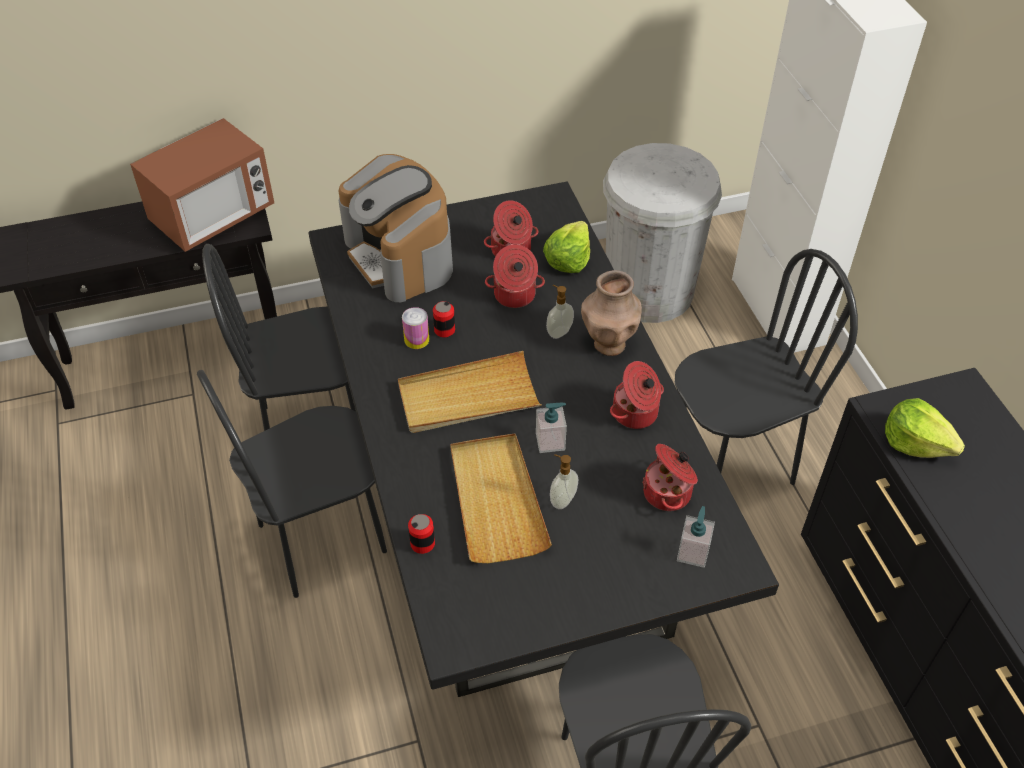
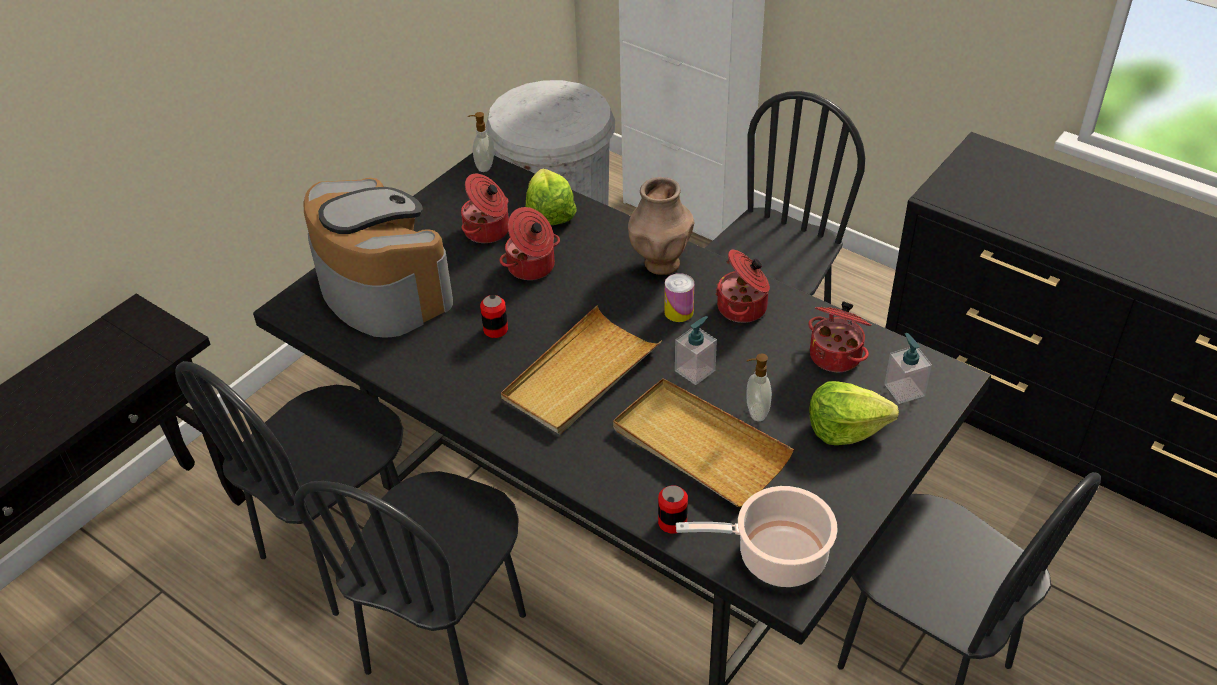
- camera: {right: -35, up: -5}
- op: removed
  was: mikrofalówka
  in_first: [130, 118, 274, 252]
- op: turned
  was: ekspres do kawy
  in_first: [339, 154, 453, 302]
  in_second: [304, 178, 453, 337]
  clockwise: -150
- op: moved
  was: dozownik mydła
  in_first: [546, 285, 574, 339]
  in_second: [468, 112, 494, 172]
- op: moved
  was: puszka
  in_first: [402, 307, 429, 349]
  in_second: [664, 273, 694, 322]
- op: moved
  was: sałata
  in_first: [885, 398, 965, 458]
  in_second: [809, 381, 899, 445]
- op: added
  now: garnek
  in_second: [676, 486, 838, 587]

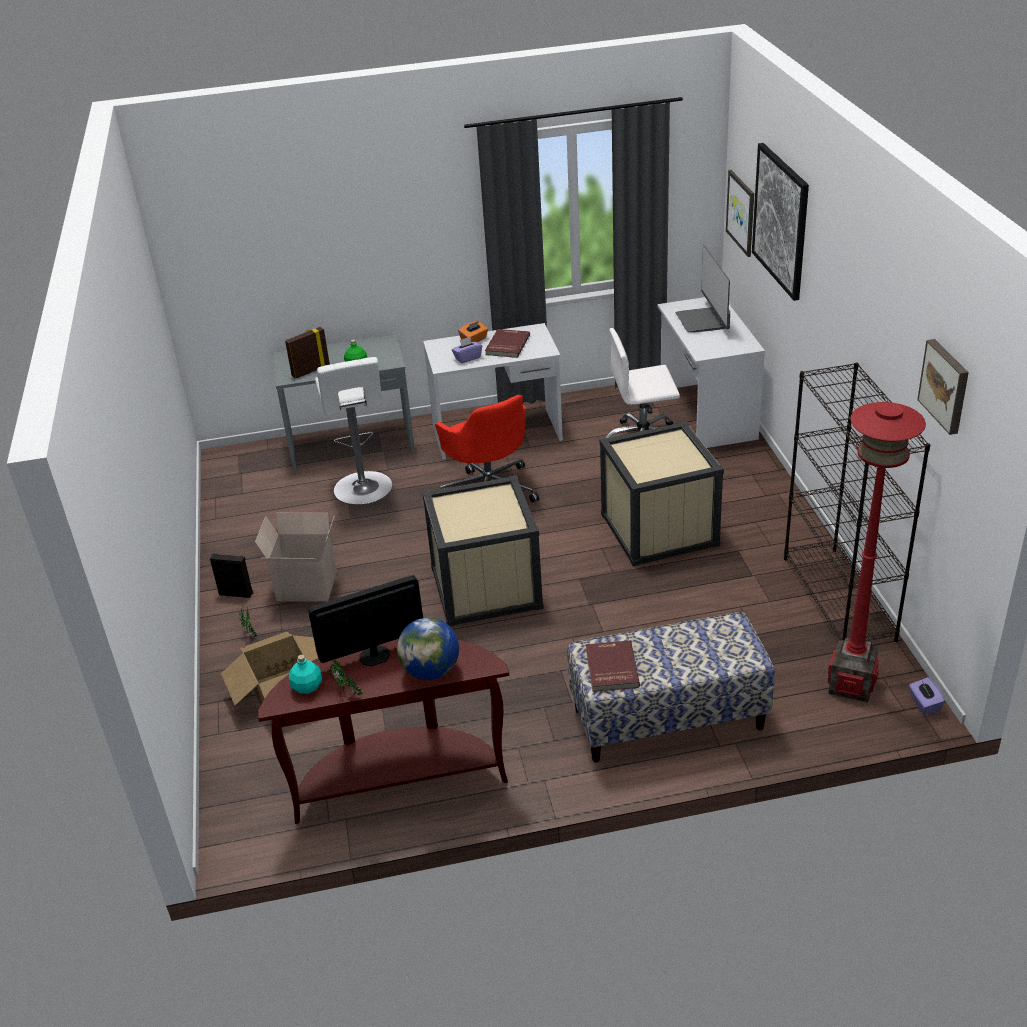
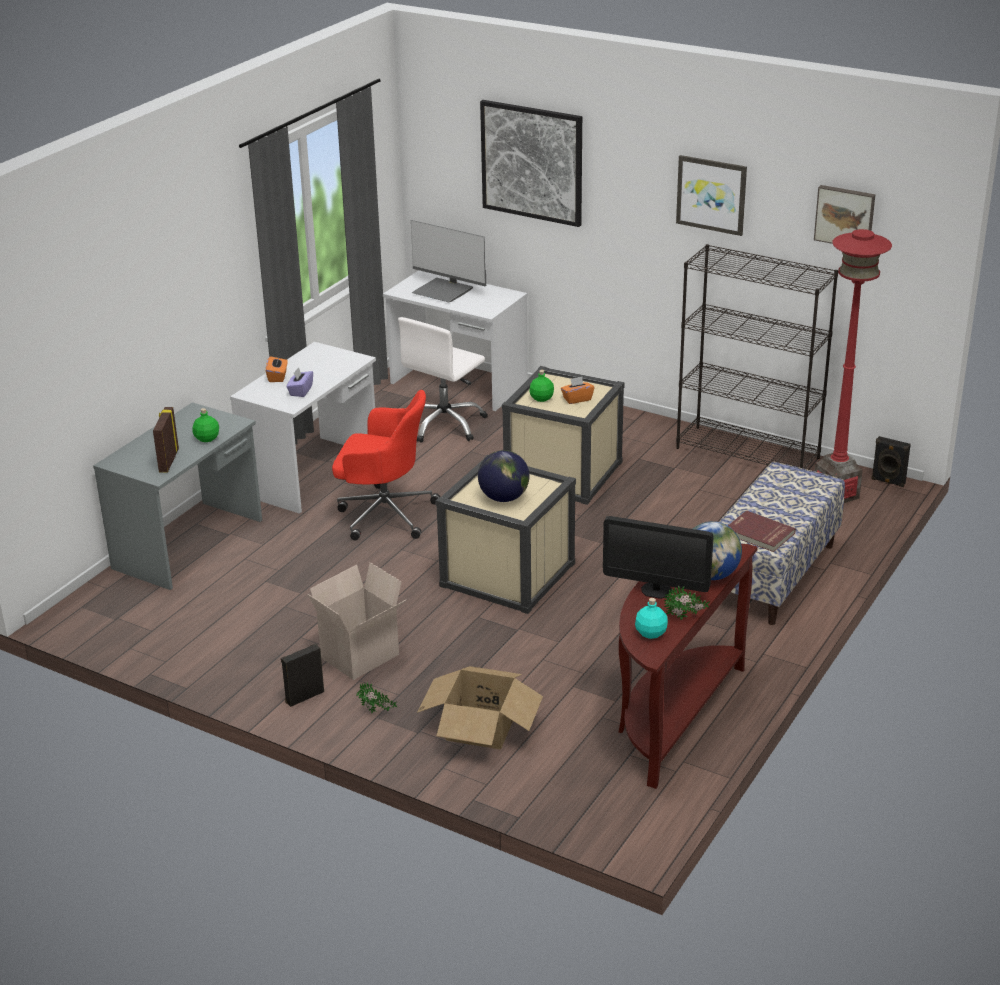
- camera: {right: -50, up: -5}
- op: moved
  was: obraz
  in_first: [726, 170, 754, 257]
  in_second: [676, 155, 747, 236]
- op: removed
  was: książka (czerwony)
  in_first: [485, 329, 530, 358]
- op: removed
  was: stołek (biały)
  in_first: [315, 357, 392, 505]
- op: turned
  was: monitor
  in_first: [308, 575, 423, 666]
  in_second: [603, 516, 714, 599]
  clockwise: -90
- op: replaced
  was: pudełko chusteczek (fioletowy)
  now: głośnik (czarny)
  in_first: [909, 677, 945, 715]
  in_second: [871, 436, 911, 487]
- op: added
  now: butelka (zielony)
  in_second: [529, 370, 554, 402]
- op: added
  now: pudełko chusteczek (pomarańczowy)
  in_second: [561, 376, 594, 404]
- op: added
  now: globus
  in_second: [478, 450, 529, 502]

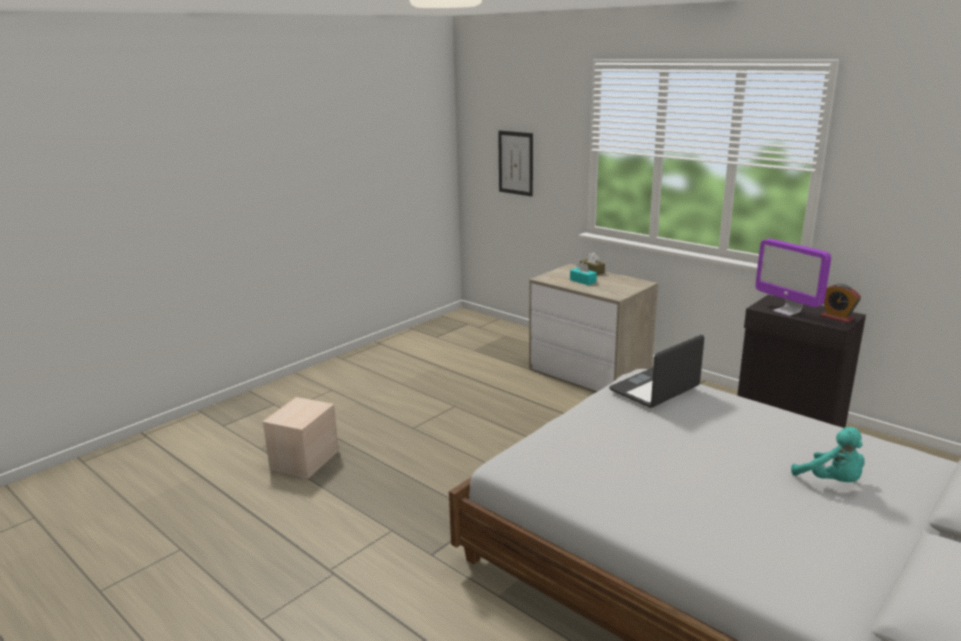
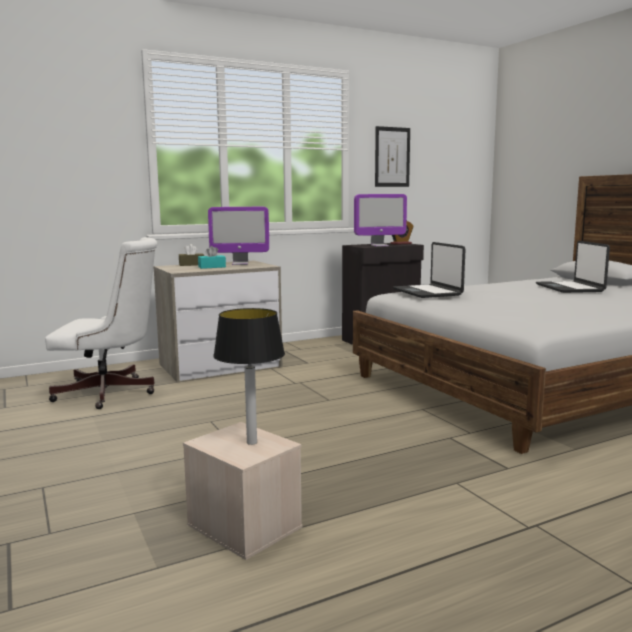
- camera: {right: -70, up: -10}
- op: moved
  was: obraz
  in_first: [498, 130, 533, 197]
  in_second: [375, 126, 410, 187]
- op: replaced
  was: pluszak (turkusowy)
  now: laptop
  in_first: [791, 427, 865, 482]
  in_second: [536, 241, 610, 293]
- op: added
  now: monitor
  in_second: [208, 207, 269, 265]
- op: added
  now: krzesło biurowe (biały)
  in_second: [45, 237, 157, 409]
- op: added
  now: lampa stołowa
  in_second: [213, 308, 285, 445]

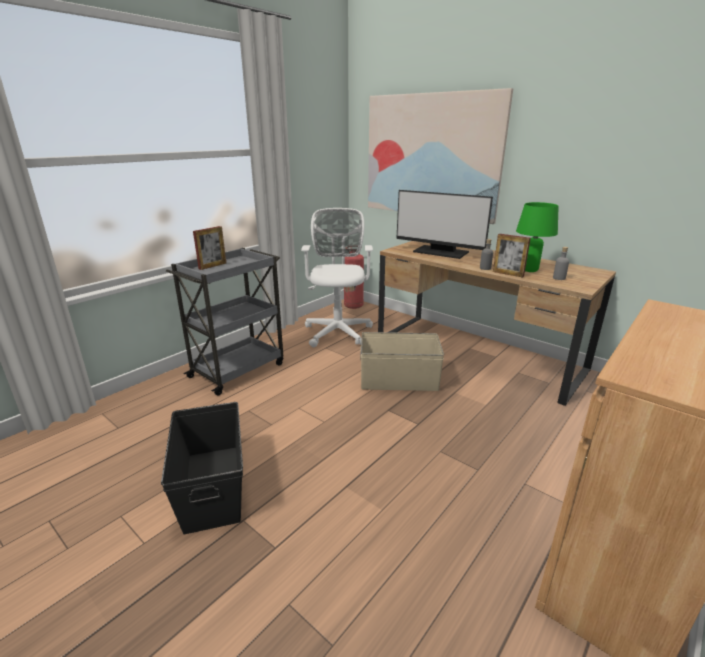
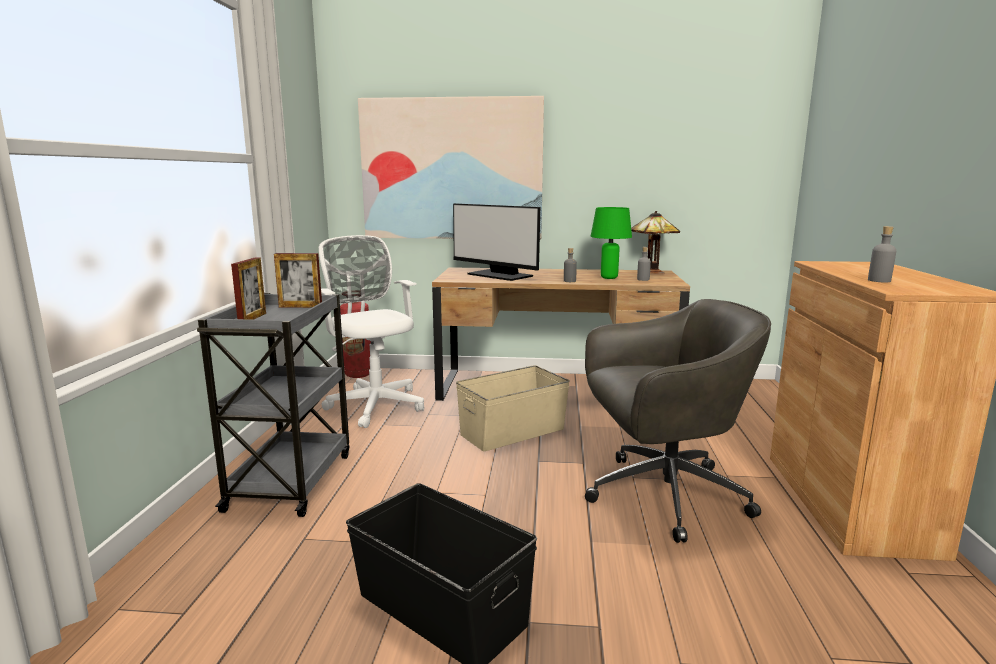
- camera: {right: -35, up: -10}
- op: turned
  was: monitor
  in_first: [396, 190, 493, 259]
  in_second: [453, 203, 540, 281]
  clockwise: 45
- op: moved
  was: ramka na zdjęcie
  in_first: [493, 234, 531, 278]
  in_second: [274, 253, 322, 308]
- op: added
  now: lampa stołowa
  in_second: [631, 211, 680, 274]
- op: added
  now: butelka (szary)
  in_second: [868, 226, 896, 283]
- op: added
  now: krzesło biurowe (szary)
  in_second: [585, 299, 771, 543]

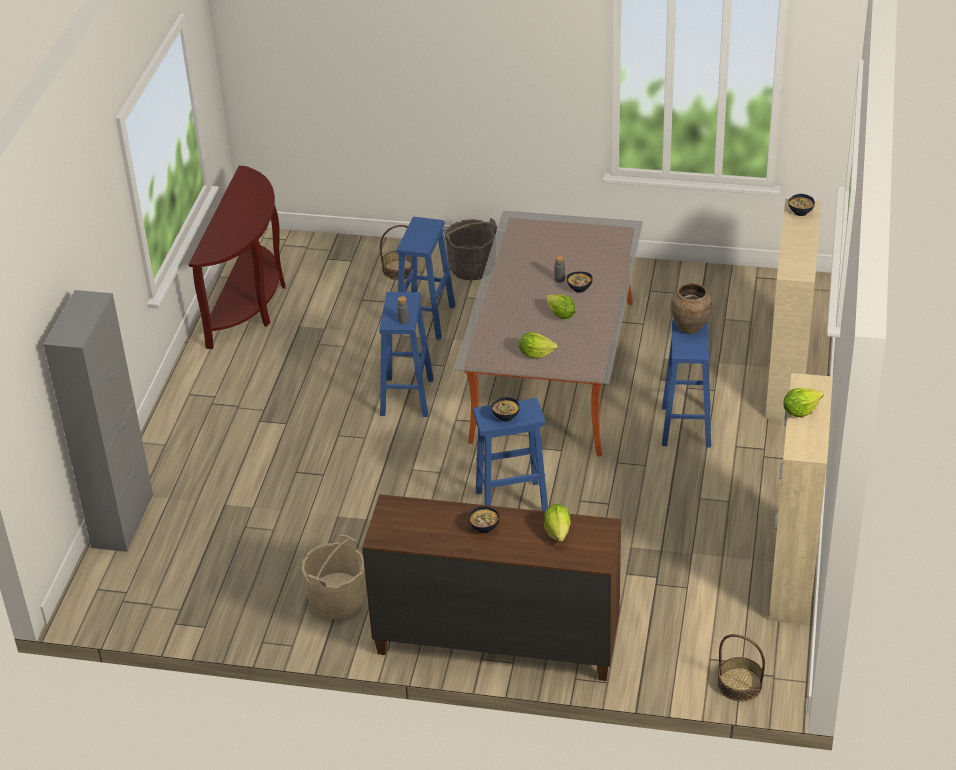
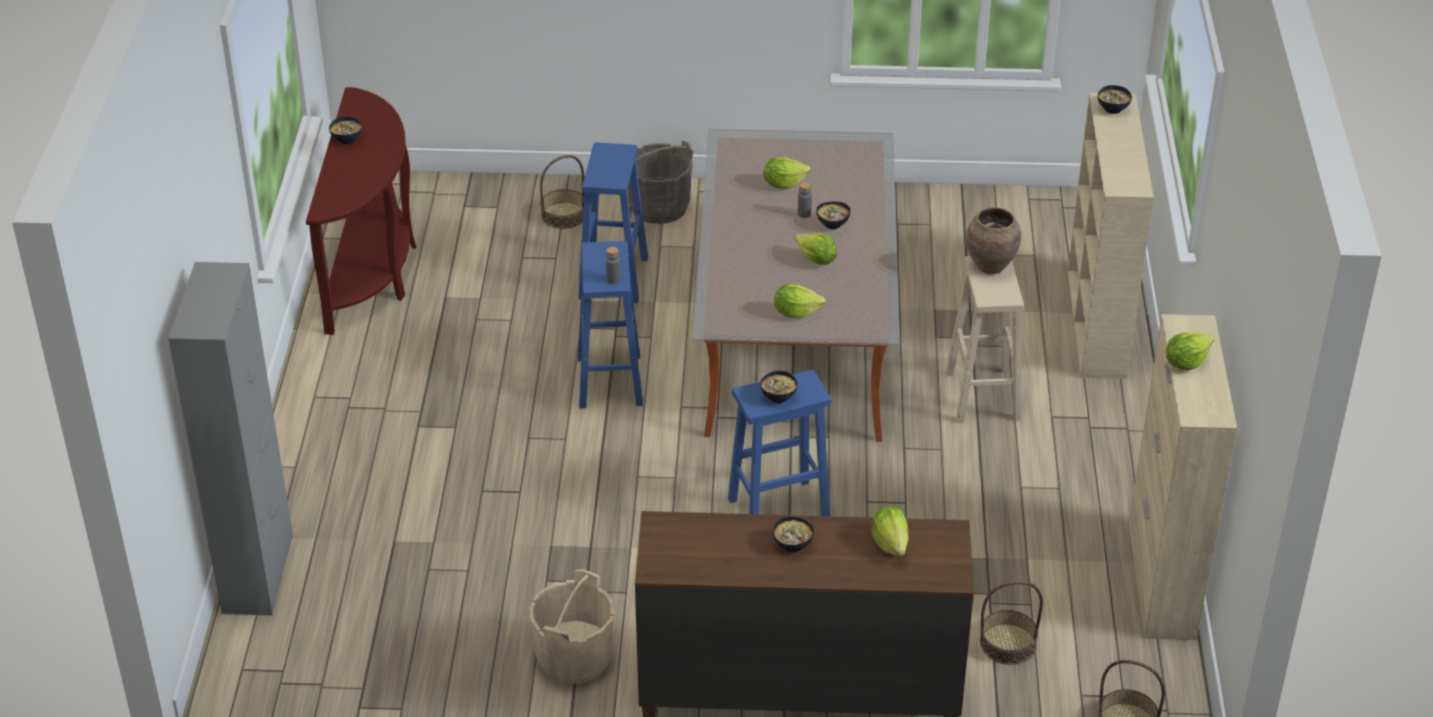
- camera: {right: -10, up: 0}
- op: recoloured
  was: stołek (niebieski)
  now: stołek (beżowy)
  in_first: [662, 319, 711, 448]
  in_second: [946, 256, 1024, 423]
- op: added
  now: miska
  in_second: [329, 116, 362, 144]
- op: added
  now: sałata
  in_second: [763, 157, 811, 189]
- op: added
  now: koszyk
  in_second: [980, 581, 1043, 665]

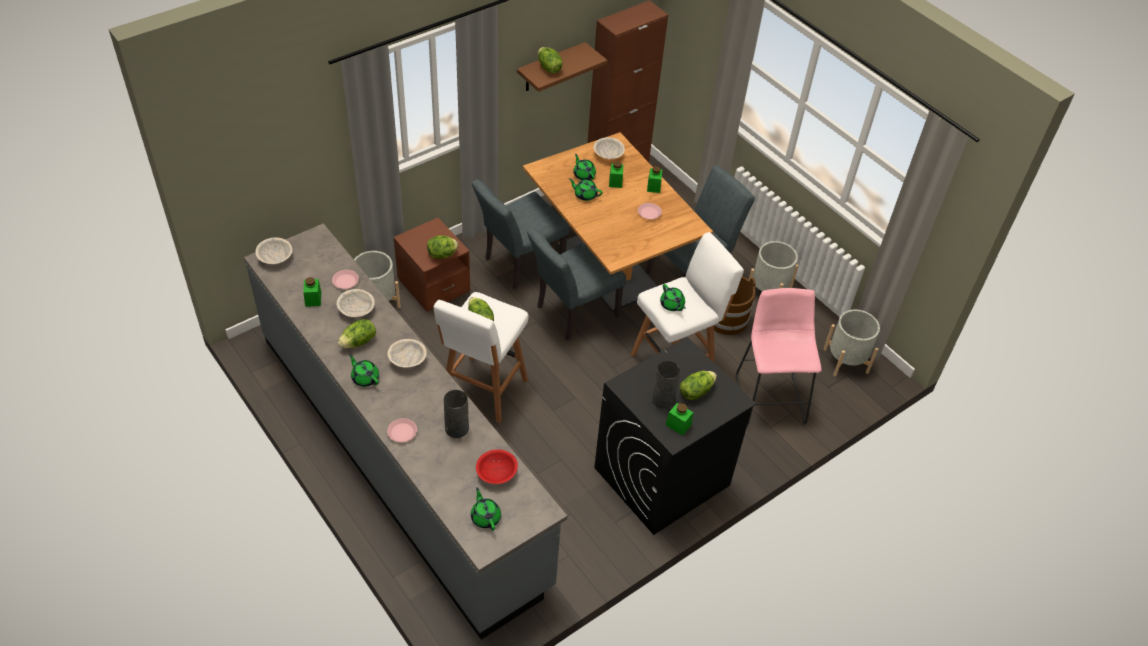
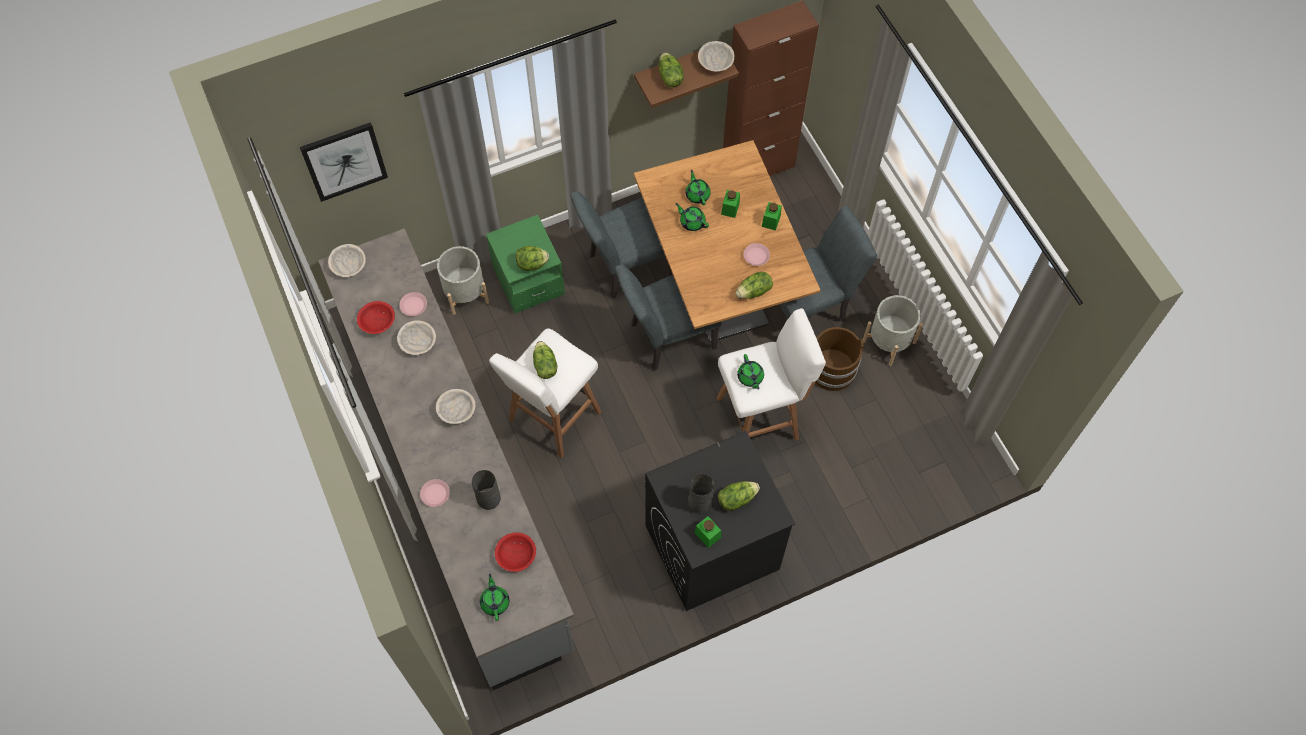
- camera: {right: 15, up: 15}
- op: moved
  was: miska (beżowy)
  in_first: [594, 137, 625, 159]
  in_second: [698, 41, 735, 72]
- op: recoloured
  was: szafka nocna (brązowy)
  now: szafka nocna (zielony)
  in_first: [393, 218, 470, 312]
  in_second: [486, 215, 565, 314]
- op: replaced
  was: słoik (zielony)
  now: miska (czerwony)
  in_first: [303, 277, 321, 307]
  in_second: [357, 301, 395, 334]
- op: removed
  was: stołek (różowy)
  in_first: [736, 288, 821, 426]
- op: removed
  was: donica (szary)
  in_first: [824, 309, 880, 376]
- op: moved
  was: sałata
  in_first: [338, 319, 376, 349]
  in_second: [736, 272, 773, 299]
- op: removed
  was: imbryk (zielony)
  in_first: [349, 354, 379, 387]
- op: added
  now: obraz
  in_second: [300, 122, 388, 202]

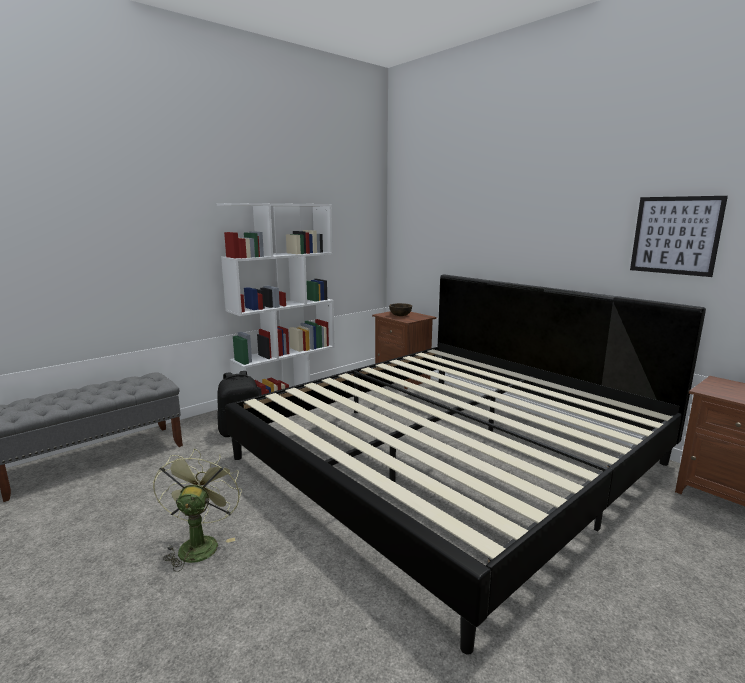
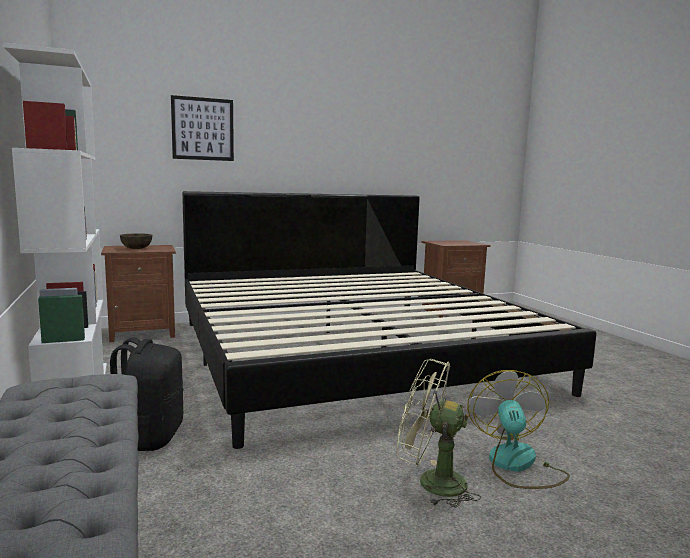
- camera: {right: -70, up: -5}
- op: moved
  was: obraz
  in_first: [630, 196, 728, 277]
  in_second: [171, 95, 234, 161]
- op: added
  now: wentylator
  in_second: [467, 370, 570, 489]

